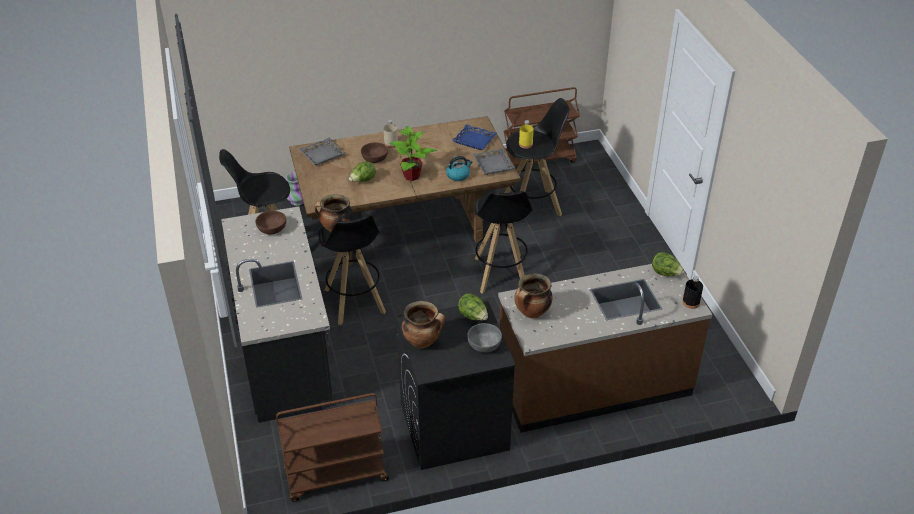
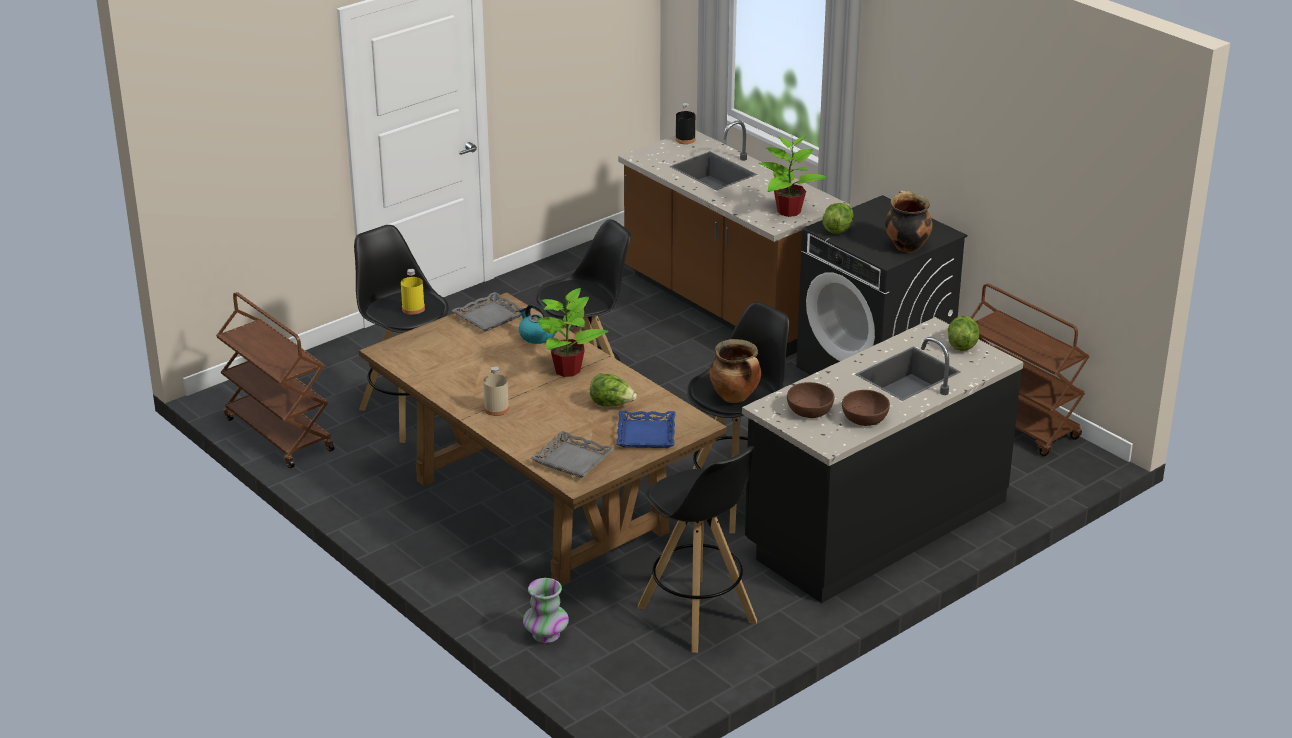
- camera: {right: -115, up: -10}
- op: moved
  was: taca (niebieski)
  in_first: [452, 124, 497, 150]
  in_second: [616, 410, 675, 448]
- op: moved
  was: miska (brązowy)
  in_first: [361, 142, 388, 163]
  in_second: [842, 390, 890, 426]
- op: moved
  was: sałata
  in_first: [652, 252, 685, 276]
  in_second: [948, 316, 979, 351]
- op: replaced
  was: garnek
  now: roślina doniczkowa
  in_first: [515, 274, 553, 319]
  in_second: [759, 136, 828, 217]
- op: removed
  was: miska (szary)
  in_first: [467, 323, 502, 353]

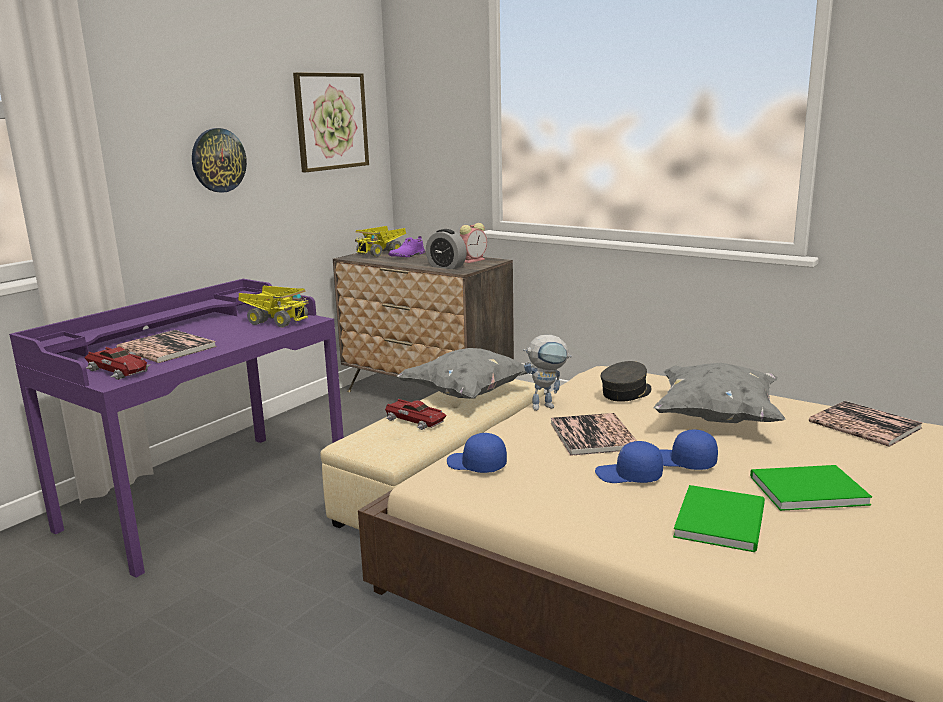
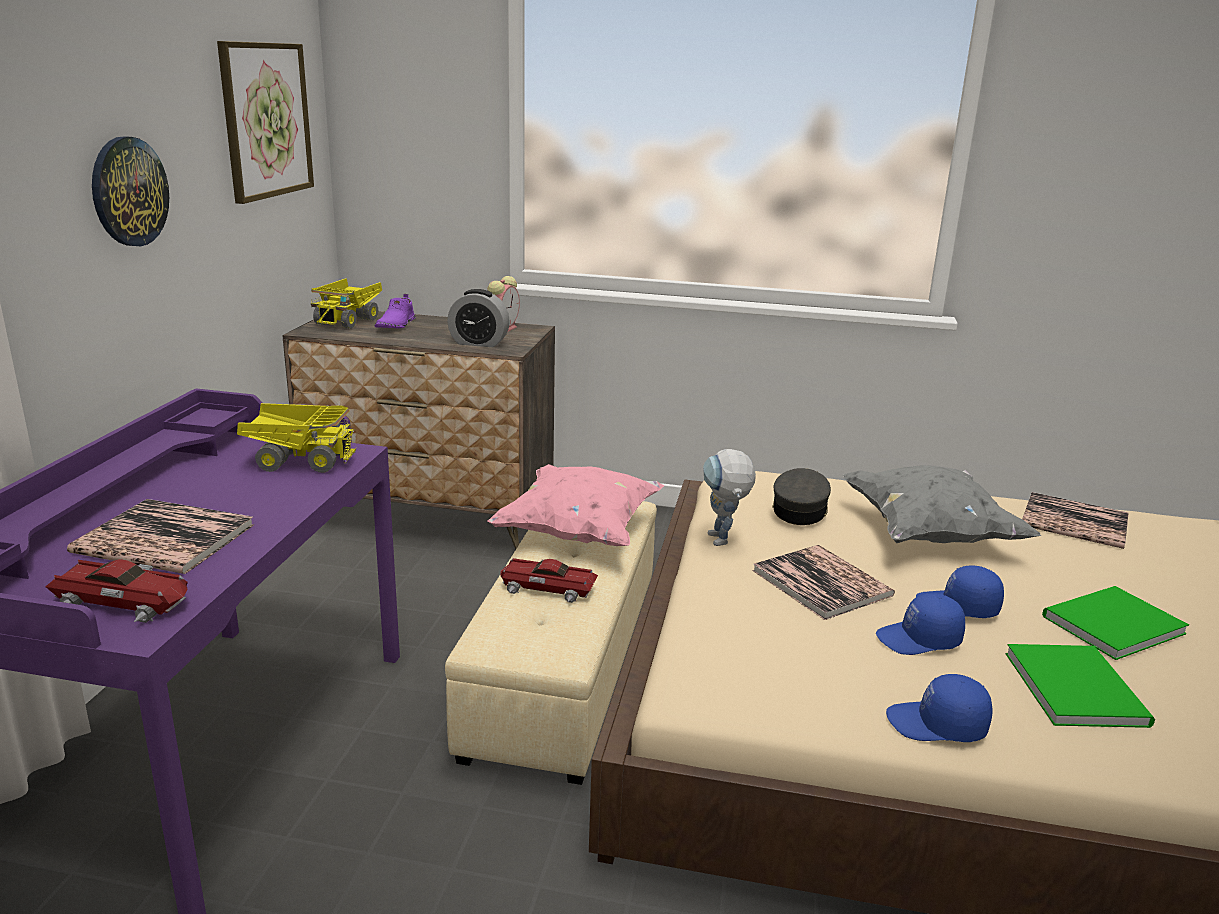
- camera: {right: -25, up: 5}
- op: turned
  was: robot zabawkowy
  in_first: [523, 335, 572, 411]
  in_second: [703, 449, 756, 546]
  clockwise: 120
- op: recoloured
  was: poduszka (szary)
  now: poduszka (różowy)
  in_first: [397, 348, 536, 399]
  in_second: [487, 464, 664, 546]
- op: moved
  was: czapka z daszkiem (niebieski)
  in_first: [447, 433, 507, 473]
  in_second: [886, 674, 992, 742]

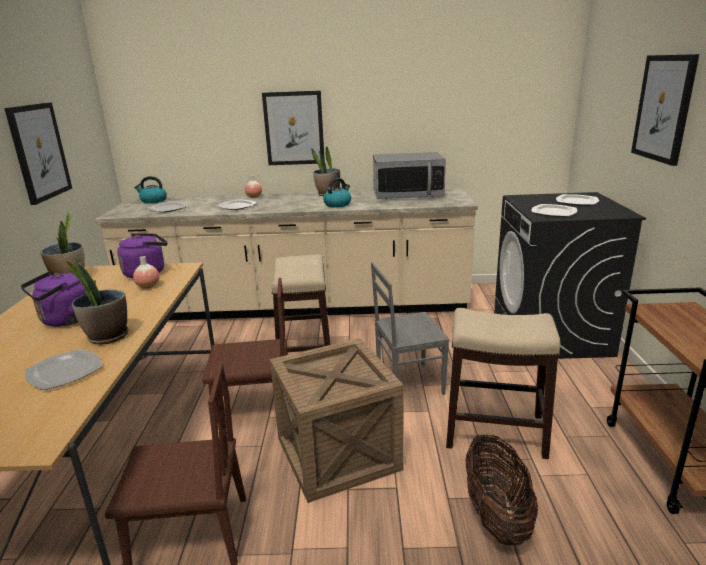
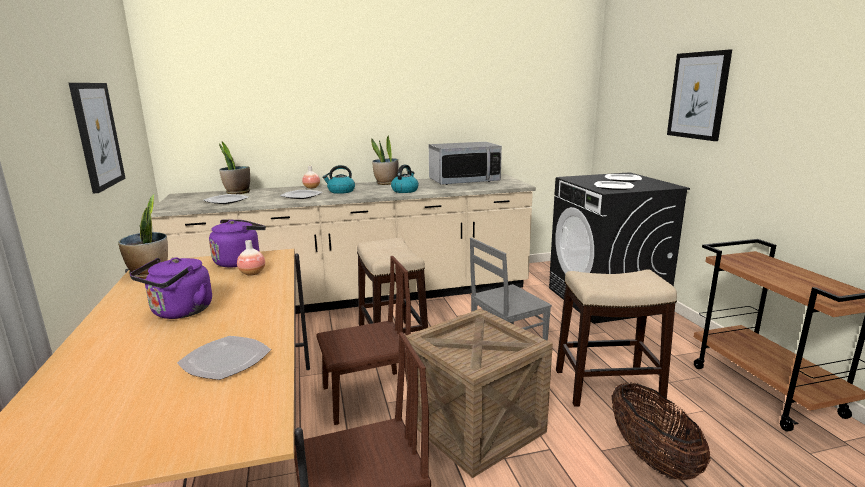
- camera: {right: -15, up: -5}
- op: removed
  was: obraz
  in_first: [262, 91, 325, 165]
- op: moved
  was: czajnik
  in_first: [134, 176, 167, 204]
  in_second: [322, 165, 355, 194]
- op: moved
  was: roślina doniczkowa
  in_first: [66, 256, 128, 345]
  in_second: [219, 142, 250, 194]

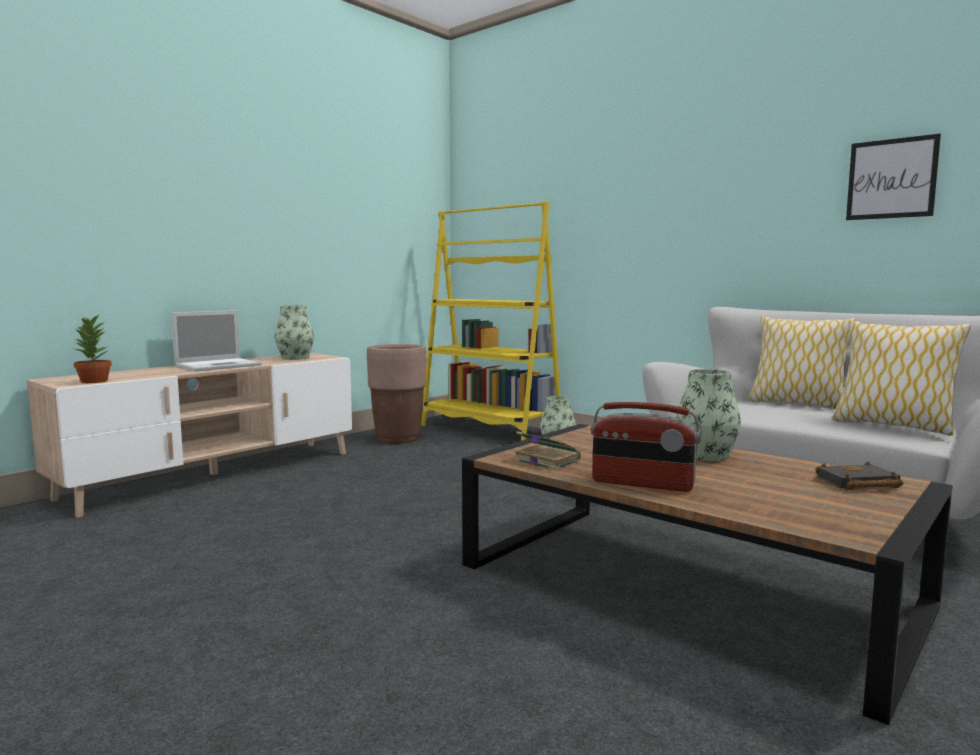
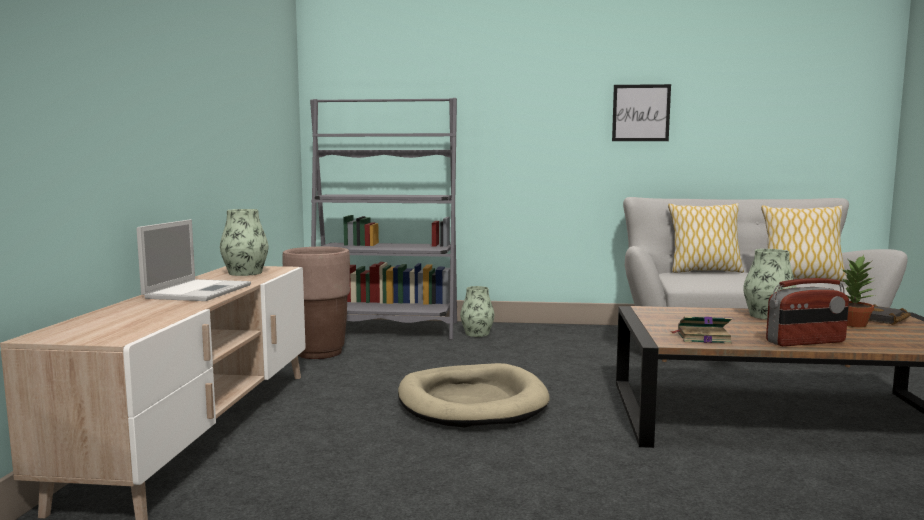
- camera: {right: -35, up: 0}
- op: moved
  was: obraz
  in_first: [846, 134, 941, 220]
  in_second: [612, 84, 671, 141]
- op: recoloured
  was: regał (żółty)
  now: regał (szary)
  in_first: [421, 201, 560, 441]
  in_second: [310, 98, 457, 340]
- op: moved
  was: roślina doniczkowa
  in_first: [71, 315, 112, 383]
  in_second: [841, 255, 876, 327]
- op: added
  now: legowisko (beżowy)
  in_second: [398, 363, 550, 428]

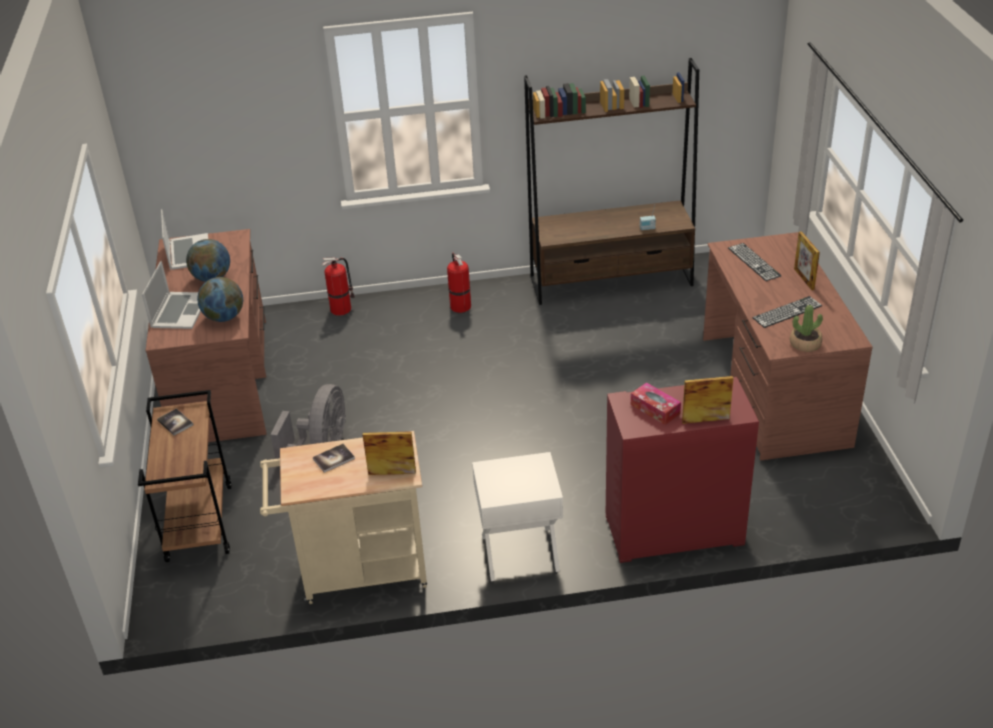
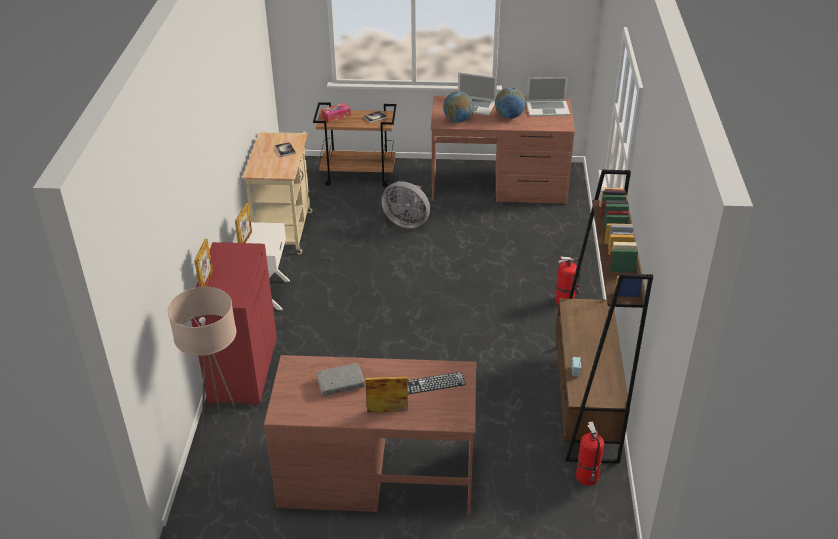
- camera: {right: 100, up: 0}
- op: moved
  was: gaśnica
  in_first: [322, 257, 355, 315]
  in_second: [576, 421, 604, 486]
- op: replaced
  was: klawiatura
  now: książka (szary)
  in_first: [752, 296, 822, 328]
  in_second: [316, 363, 365, 396]
- op: removed
  was: roślina doniczkowa
  in_first: [790, 305, 823, 352]
- op: moved
  was: pudełko chusteczek
  in_first: [631, 382, 681, 425]
  in_second: [321, 103, 351, 123]
- op: moved
  was: ramka na zdjęcie
  in_first: [363, 431, 416, 475]
  in_second: [235, 203, 252, 243]
- op: added
  now: lampa stojąca (beżowy)
  in_second: [168, 287, 262, 484]

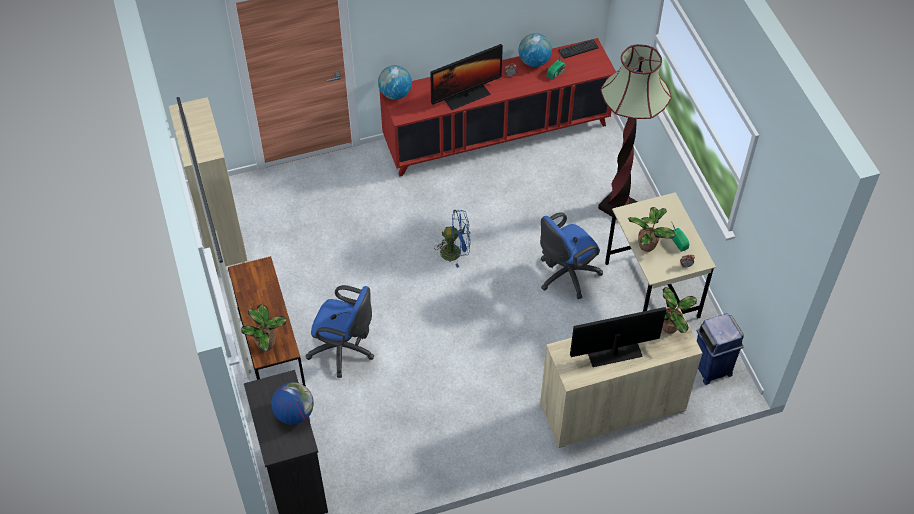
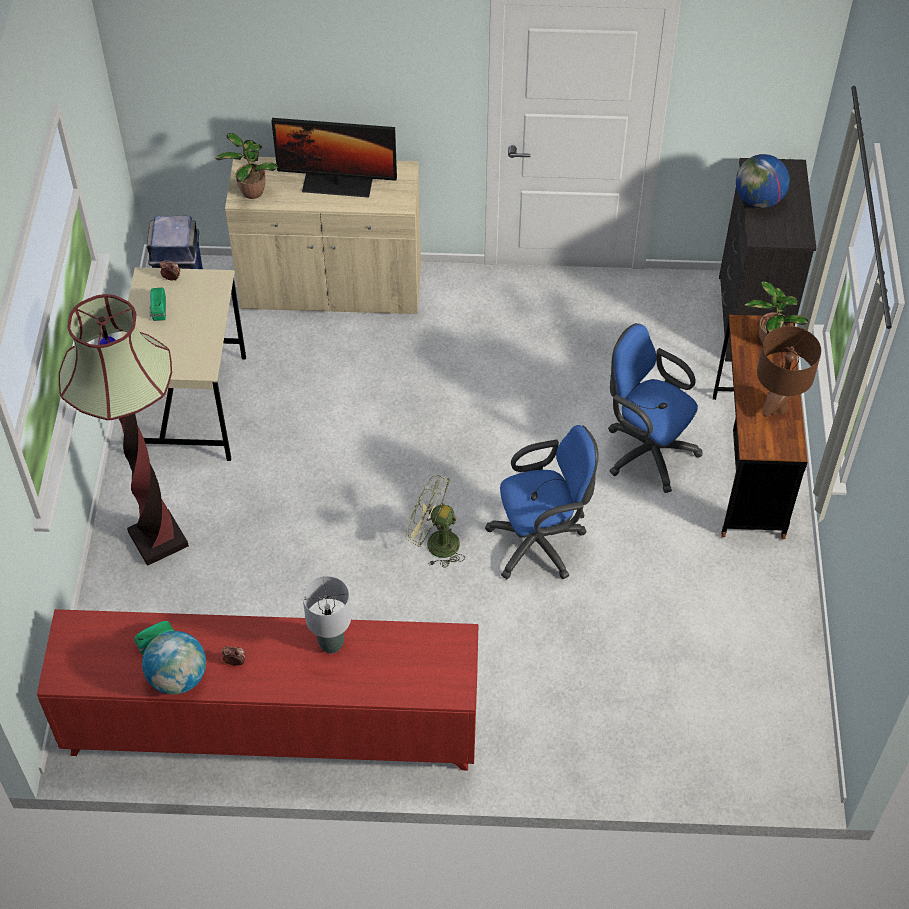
- camera: {right: -160, up: 0}
- op: removed
  was: klawiatura
  in_first: [559, 39, 598, 59]
- op: replaced
  was: monitor
  now: lampa stołowa (szary)
  in_first: [430, 44, 503, 110]
  in_second: [303, 576, 351, 653]
- op: removed
  was: globus
  in_first: [378, 65, 412, 100]
- op: removed
  was: regał (beżowy)
  in_first: [169, 97, 247, 275]
- op: removed
  was: roślina doniczkowa
  in_first: [628, 207, 675, 252]
- op: recoloured
  was: wentylator (niebieski)
  now: wentylator (zielony)
  in_first: [434, 210, 470, 268]
  in_second: [406, 475, 465, 568]
- op: moved
  was: krzesło biurowe (niebieski)
  in_first: [540, 212, 603, 299]
  in_second: [485, 425, 599, 579]
- op: added
  now: lampa stołowa (brązowy)
  in_second: [757, 326, 821, 417]

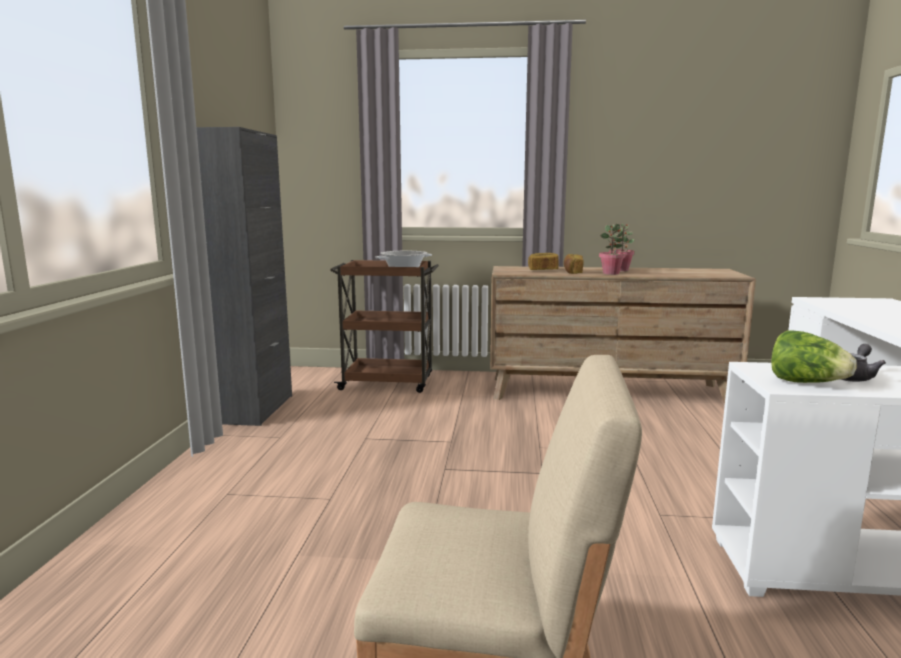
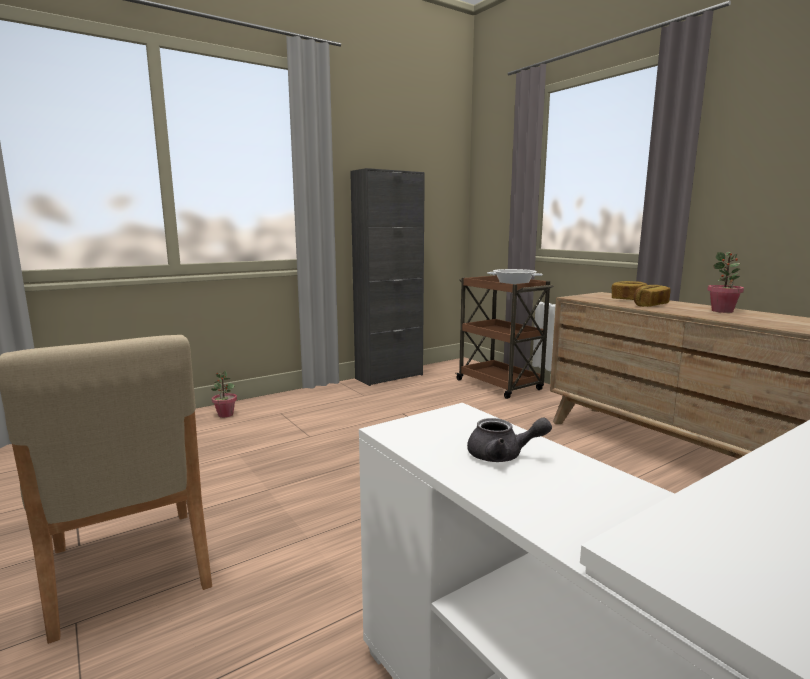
- camera: {right: 50, up: 0}
- op: moved
  was: roślina doniczkowa
  in_first: [599, 225, 625, 275]
  in_second: [211, 370, 237, 418]
- op: removed
  was: sałata
  in_first: [771, 330, 857, 383]

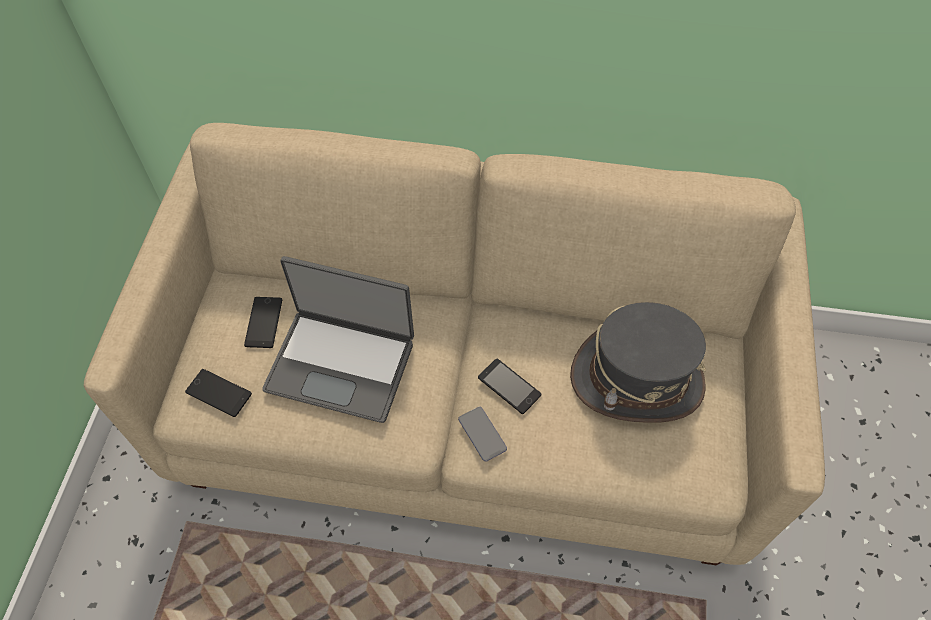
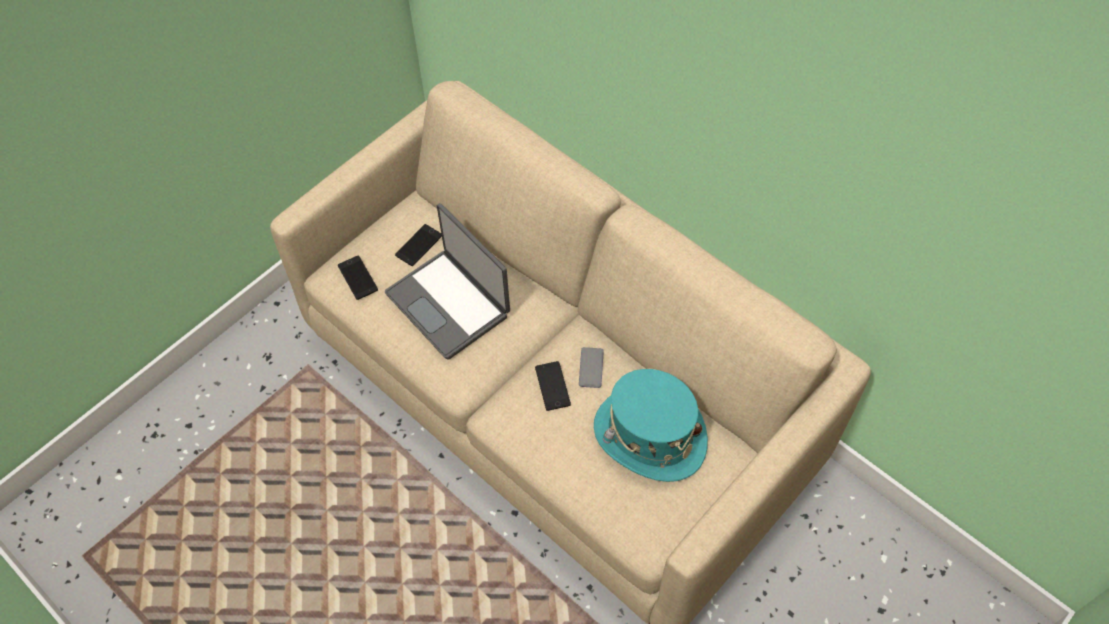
- camera: {right: 35, up: 0}
- op: recoloured
  was: kapelusz (szary)
  now: kapelusz (turkusowy)
  in_first: [570, 302, 706, 423]
  in_second: [594, 368, 708, 482]
- op: moved
  was: telefon
  in_first: [458, 406, 507, 462]
  in_second: [579, 347, 604, 388]

